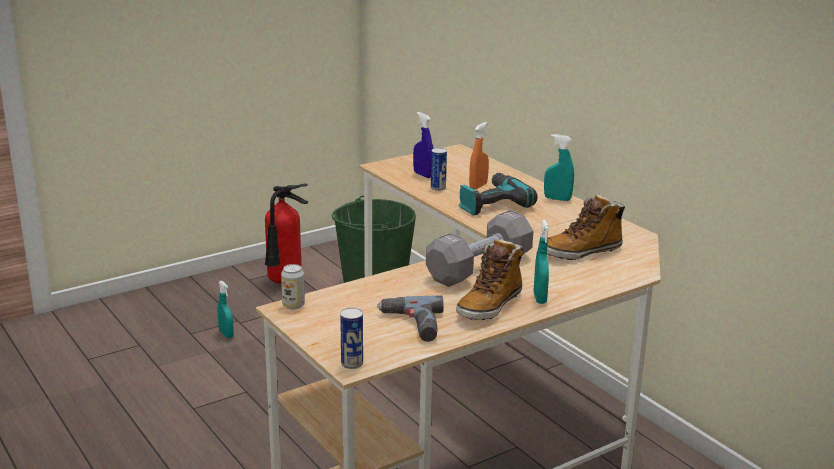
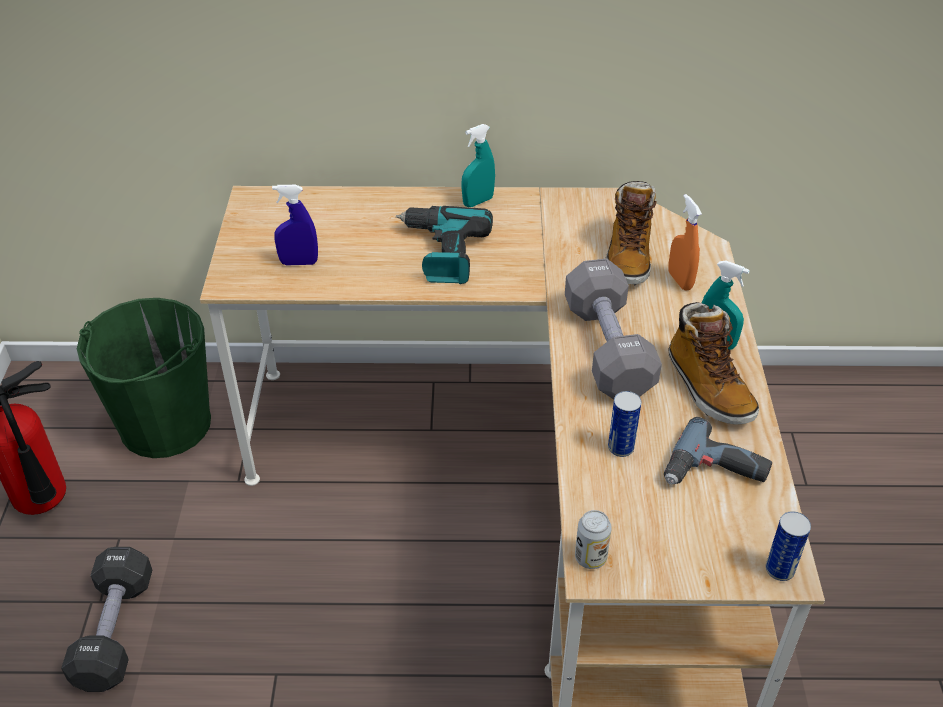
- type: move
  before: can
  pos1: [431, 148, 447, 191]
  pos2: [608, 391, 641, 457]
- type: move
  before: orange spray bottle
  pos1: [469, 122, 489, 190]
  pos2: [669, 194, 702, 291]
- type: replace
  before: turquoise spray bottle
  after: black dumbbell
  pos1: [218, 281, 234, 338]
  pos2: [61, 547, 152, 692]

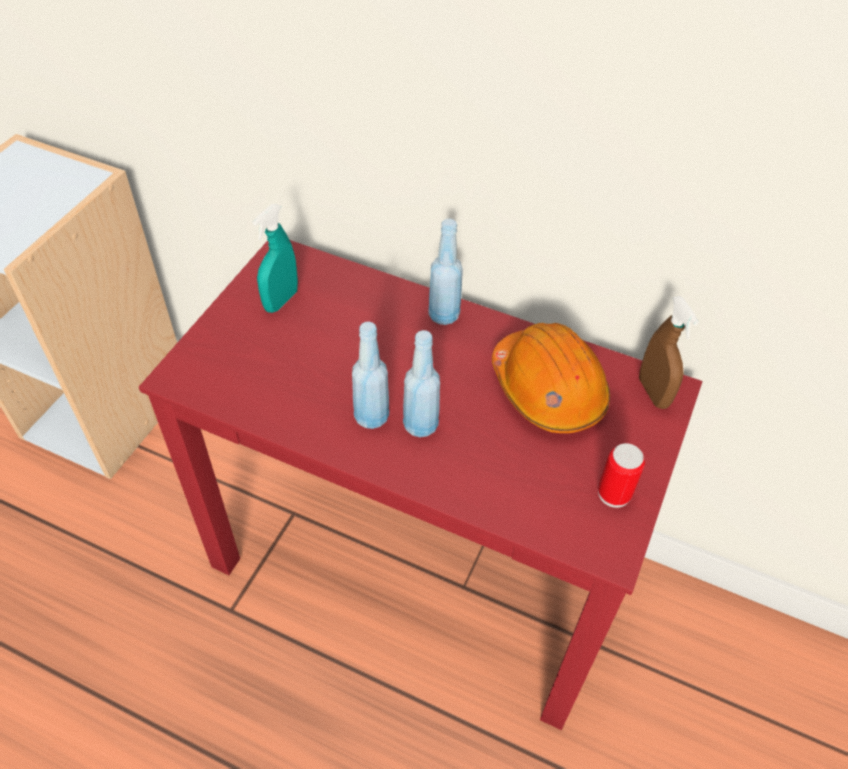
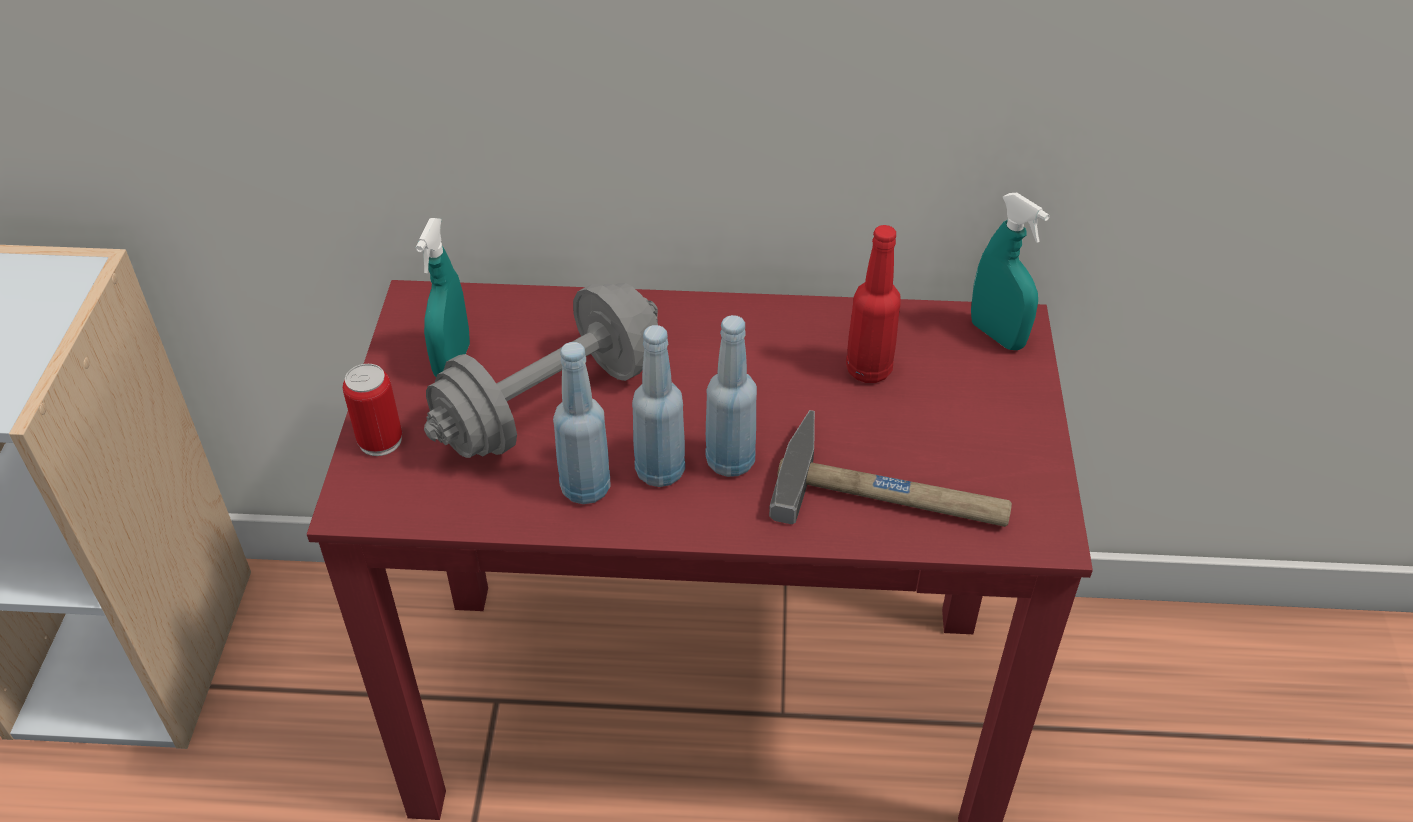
- type: insert
  after: grey dumbbell
  pos2: [424, 283, 658, 458]
- type: insert
  after: hammer
  pos2: [769, 410, 1012, 527]
- type: move
  before: blue bottle
  pos1: [428, 219, 463, 325]
  pos2: [553, 342, 611, 504]
- type: move
  before: can
  pos1: [598, 443, 645, 508]
  pos2: [343, 364, 402, 456]
- type: replace
  before: orange hard hat
  after: red bottle
  pos1: [492, 323, 610, 433]
  pos2: [846, 225, 901, 383]
- type: recolor
  before: brown spray bottle
  after: turquoise spray bottle
  pos1: [639, 296, 699, 409]
  pos2: [971, 193, 1050, 350]

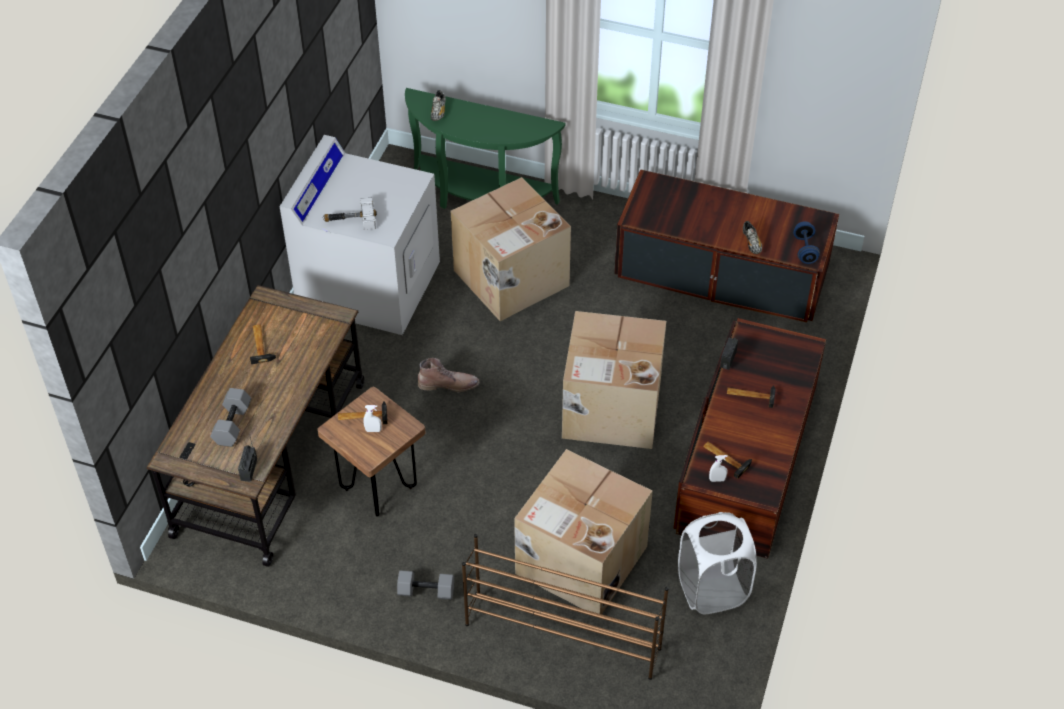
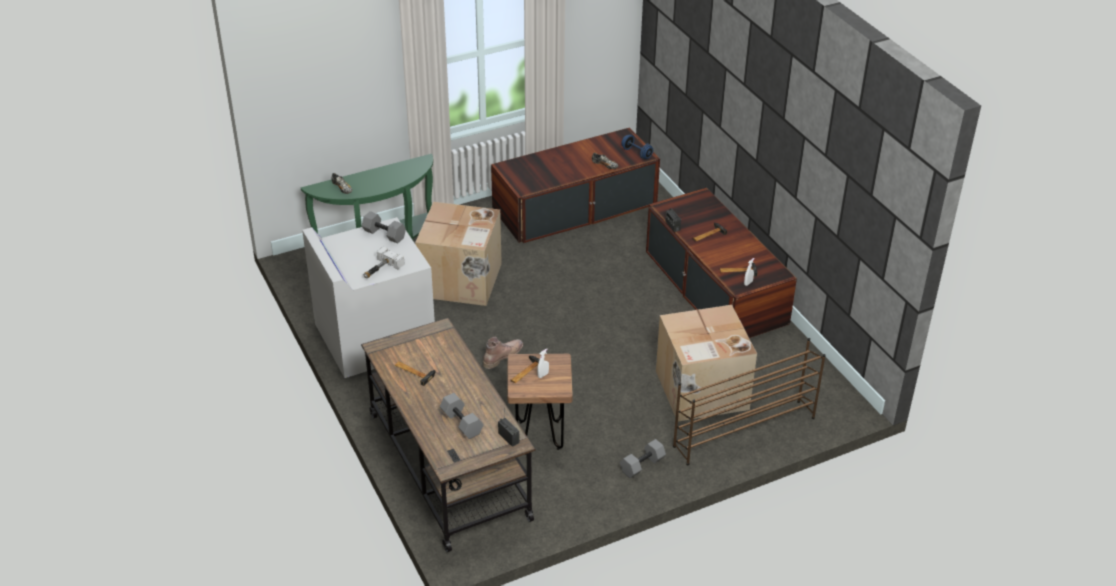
- type: delete
  before: cardboard box
  pos1: [562, 311, 666, 449]
- type: delete
  before: white laundry basket
  pos1: [678, 512, 757, 614]
- type: insert
  after: grey dumbbell
  pos2: [362, 211, 406, 244]

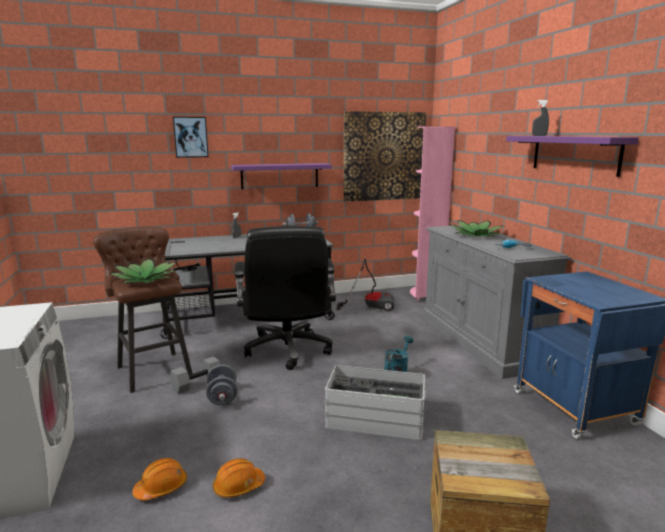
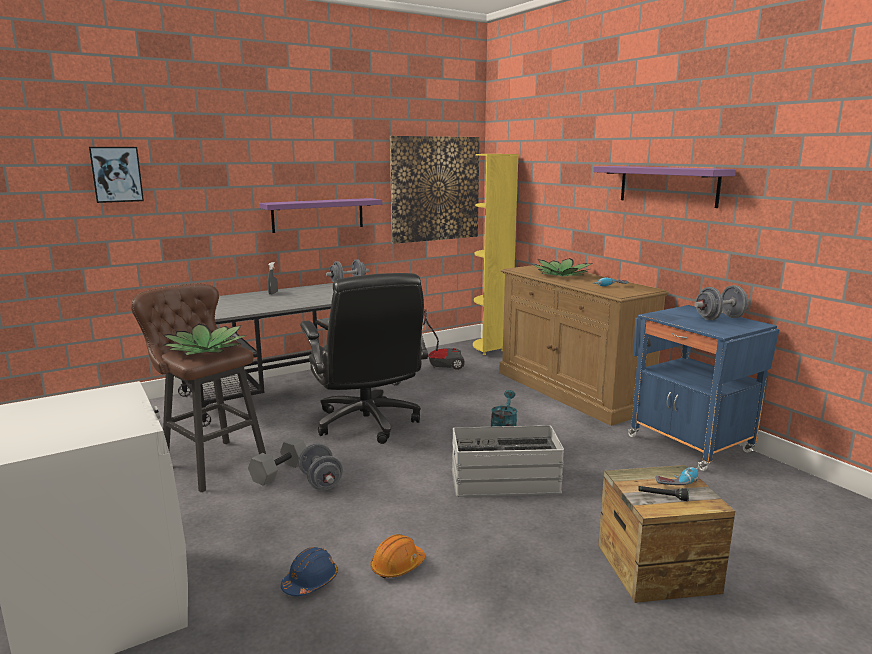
- type: delete
  before: grey spray bottle
  pos1: [532, 100, 549, 136]
- type: insert
  after: black flashlight
  pos2: [638, 486, 689, 501]
- type: insert
  after: power drill
  pos2: [655, 466, 700, 485]
- type: insert
  after: grey dumbbell
  pos2: [694, 285, 749, 320]
- type: move
  before: picture
  pos1: [173, 117, 209, 158]
  pos2: [89, 147, 144, 203]
- type: recolor
  before: orange hard hat
  after: blue hard hat
  pos1: [132, 458, 187, 500]
  pos2: [281, 547, 338, 597]
- type: recolor
  before: pink bookcase
  after: yellow bookcase
  pos1: [410, 126, 455, 301]
  pos2: [473, 154, 518, 355]
- type: recolor
  before: grey cabinet
  after: brown cabinet
  pos1: [423, 225, 570, 379]
  pos2: [499, 264, 669, 426]

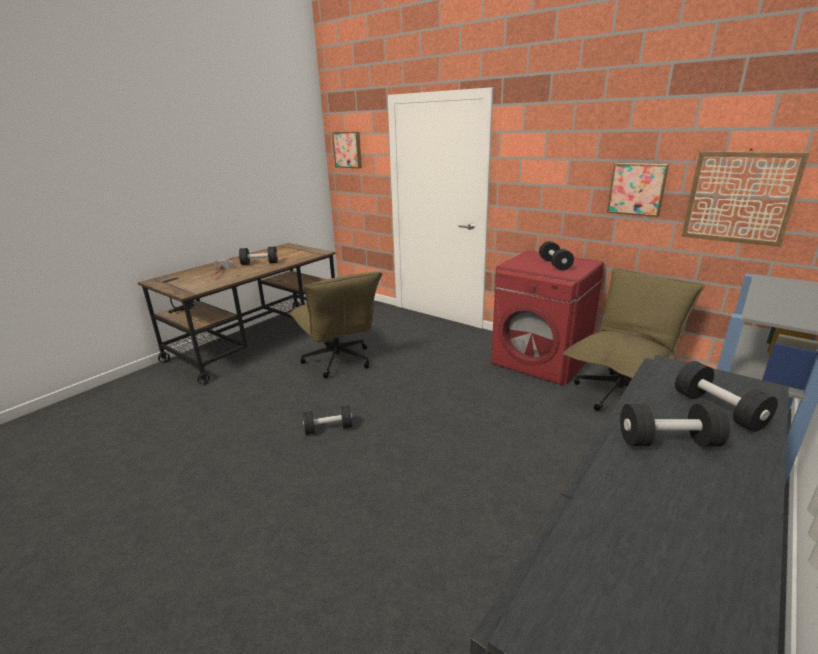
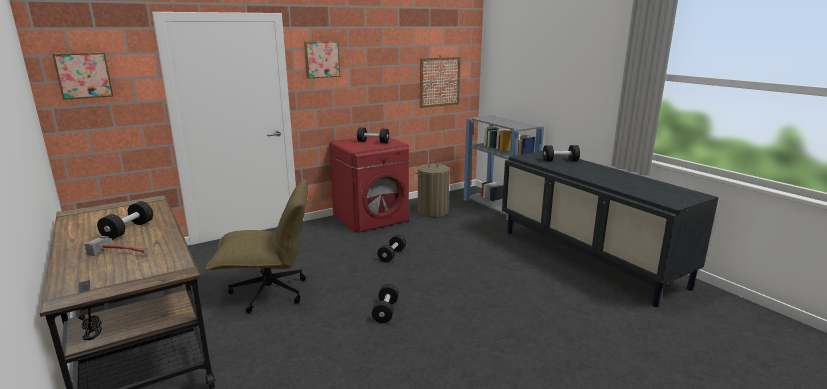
- type: move
  before: picture
  pos1: [607, 163, 669, 217]
  pos2: [304, 41, 340, 79]
- type: move
  before: black dumbbell
  pos1: [620, 404, 730, 447]
  pos2: [377, 235, 406, 263]
- type: replace
  before: beige office chair
  after: laundry basket
  pos1: [563, 268, 705, 411]
  pos2: [415, 161, 452, 217]

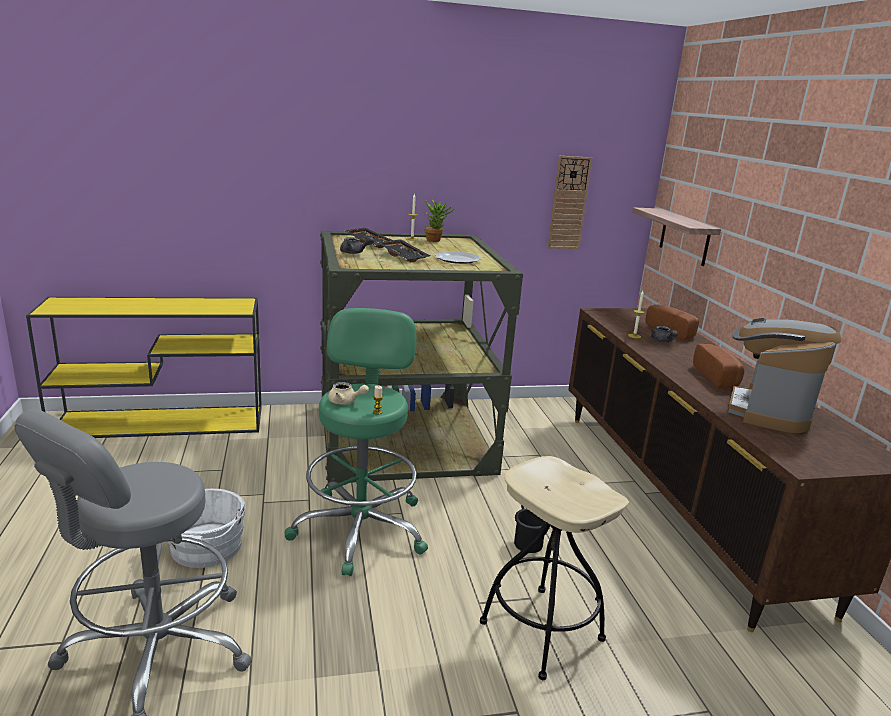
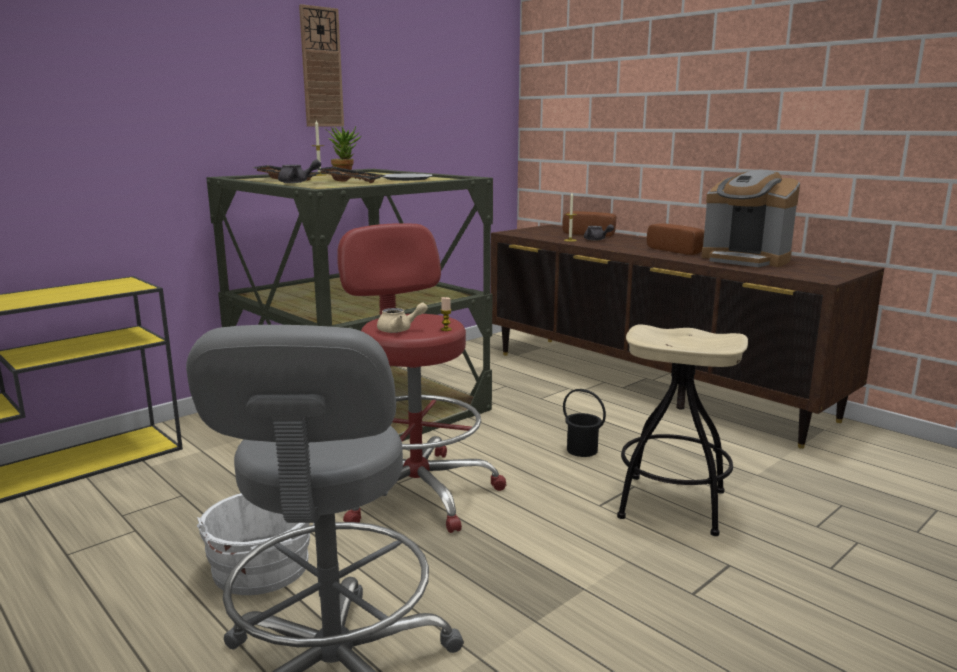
- type: delete
  before: shelf
  pos1: [632, 207, 721, 266]
- type: move
  before: wall clock
  pos1: [548, 156, 592, 249]
  pos2: [299, 4, 344, 127]
- type: recolor
  before: green stool
  after: red stool
  pos1: [285, 308, 428, 576]
  pos2: [337, 223, 506, 533]
- type: rotate
  before: coffee machine
  pos1: [728, 318, 841, 433]
  pos2: [702, 170, 800, 267]
  turn: -45

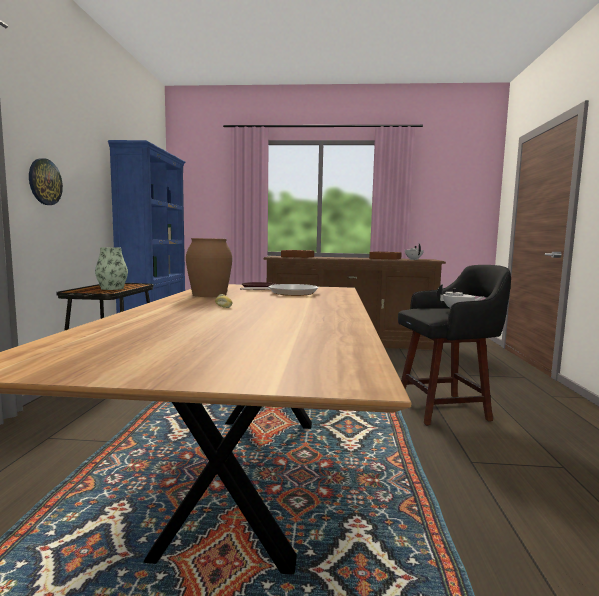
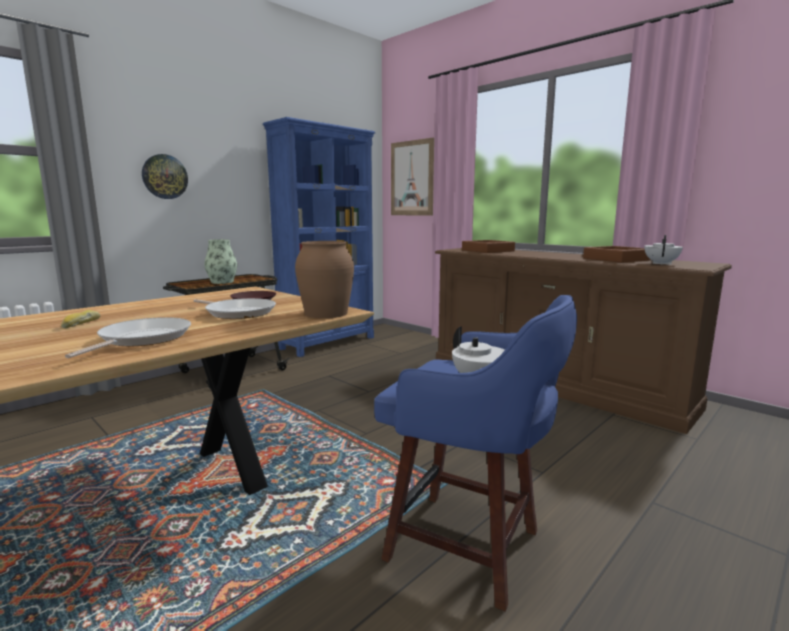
- type: insert
  after: frying pan
  pos2: [65, 317, 191, 358]
- type: insert
  after: picture
  pos2: [391, 138, 434, 216]
- type: move
  before: brown vase
  pos1: [186, 238, 232, 297]
  pos2: [295, 241, 354, 318]
- type: recolor
  before: black stool
  after: blue stool
  pos1: [398, 265, 511, 426]
  pos2: [374, 295, 577, 612]

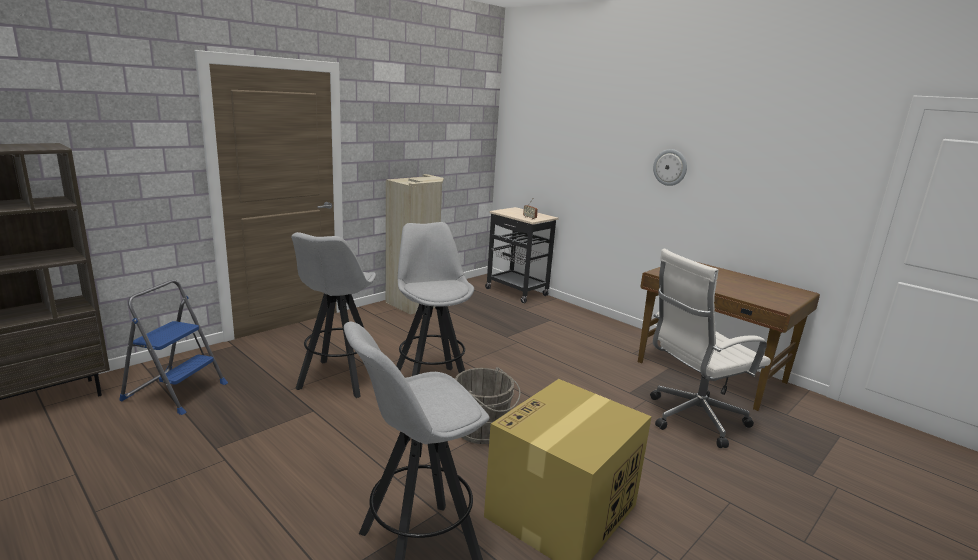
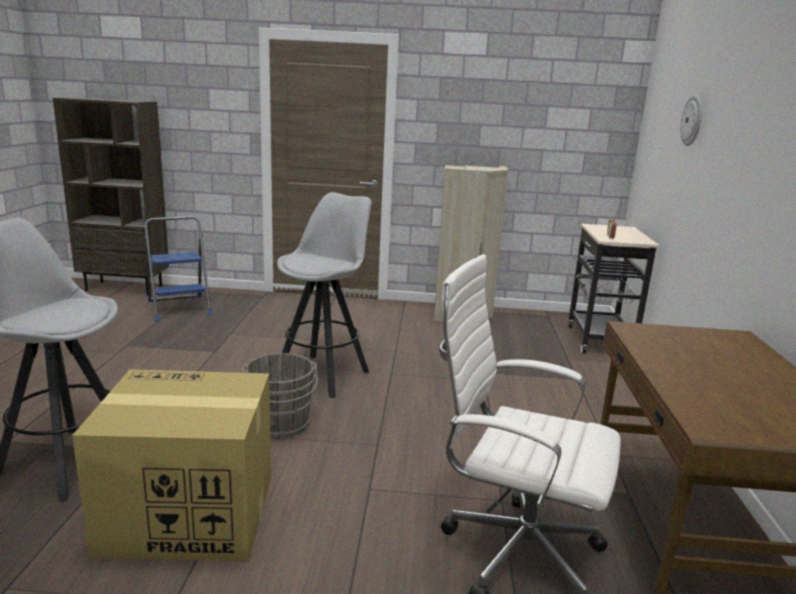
- type: delete
  before: grey stool
  pos1: [291, 232, 376, 398]
- type: move
  before: wall clock
  pos1: [653, 149, 687, 186]
  pos2: [680, 95, 702, 146]

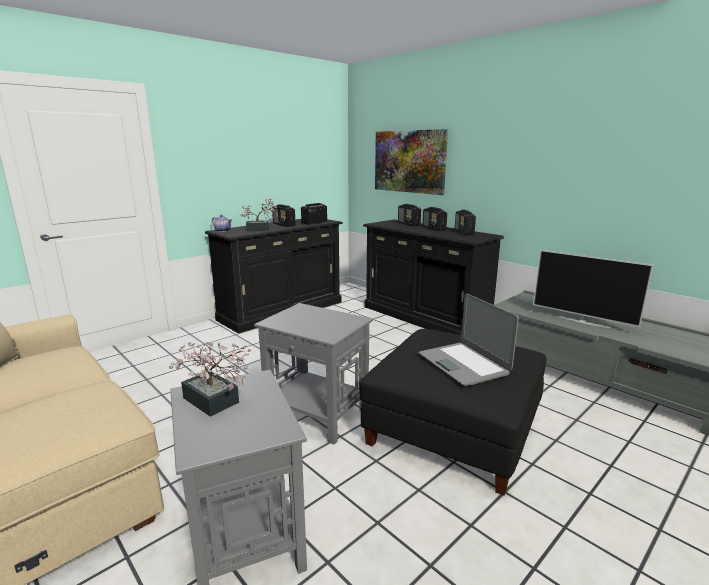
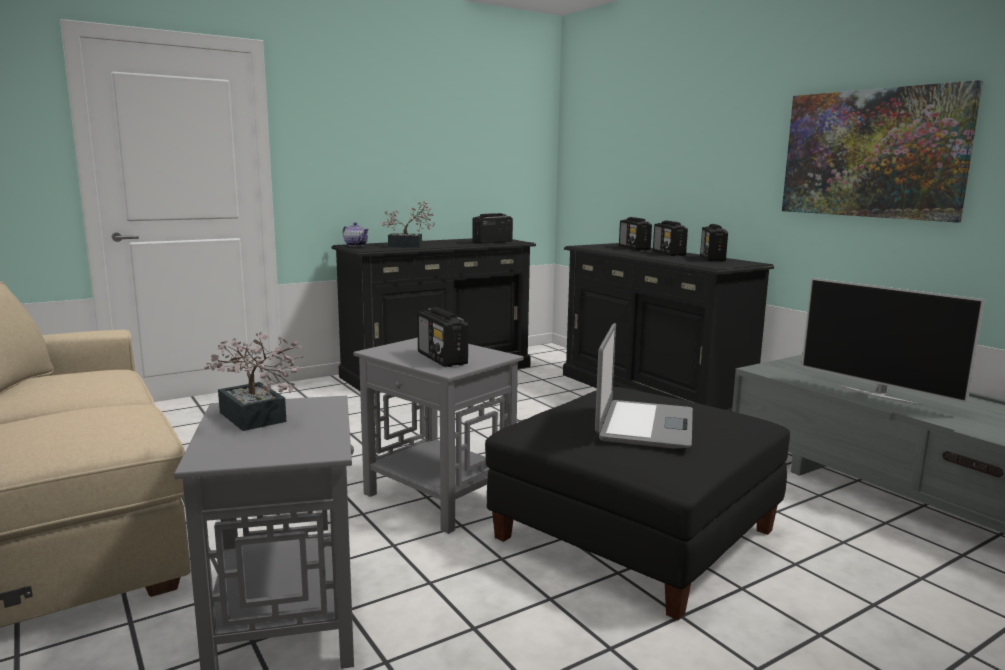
- type: move
  before: radio
  pos1: [272, 204, 296, 227]
  pos2: [417, 307, 468, 367]
- type: move
  before: picture
  pos1: [375, 129, 448, 195]
  pos2: [782, 80, 983, 222]
- type: rotate
  before: laptop
  pos1: [419, 294, 519, 386]
  pos2: [595, 323, 693, 449]
  turn: -150

